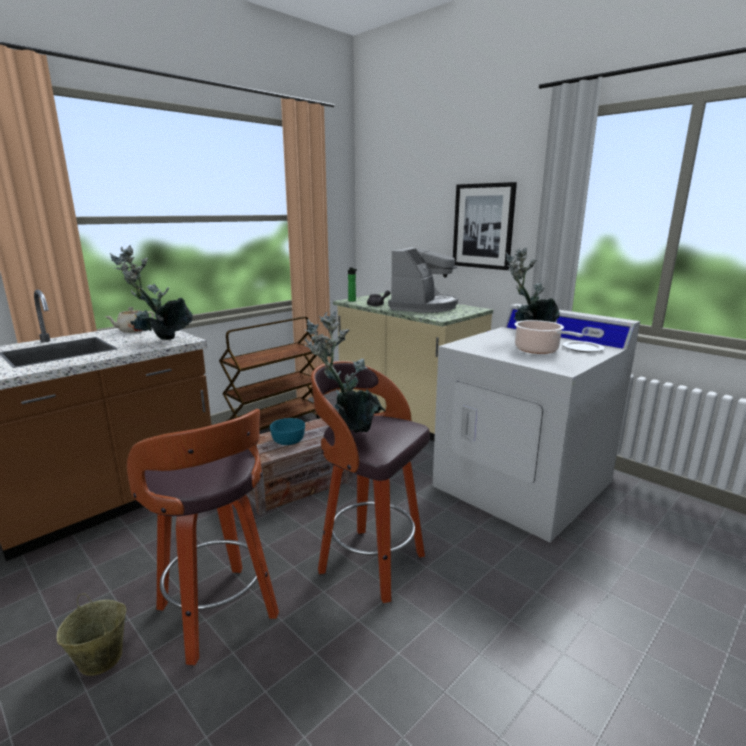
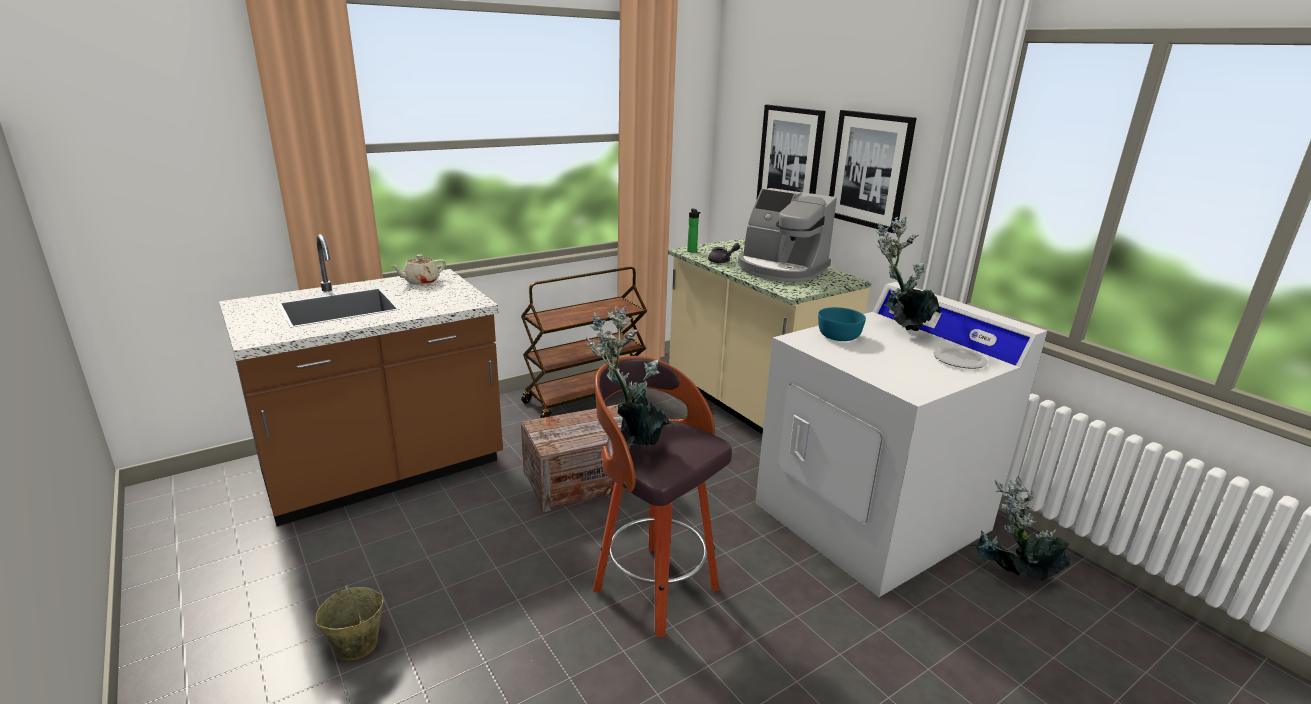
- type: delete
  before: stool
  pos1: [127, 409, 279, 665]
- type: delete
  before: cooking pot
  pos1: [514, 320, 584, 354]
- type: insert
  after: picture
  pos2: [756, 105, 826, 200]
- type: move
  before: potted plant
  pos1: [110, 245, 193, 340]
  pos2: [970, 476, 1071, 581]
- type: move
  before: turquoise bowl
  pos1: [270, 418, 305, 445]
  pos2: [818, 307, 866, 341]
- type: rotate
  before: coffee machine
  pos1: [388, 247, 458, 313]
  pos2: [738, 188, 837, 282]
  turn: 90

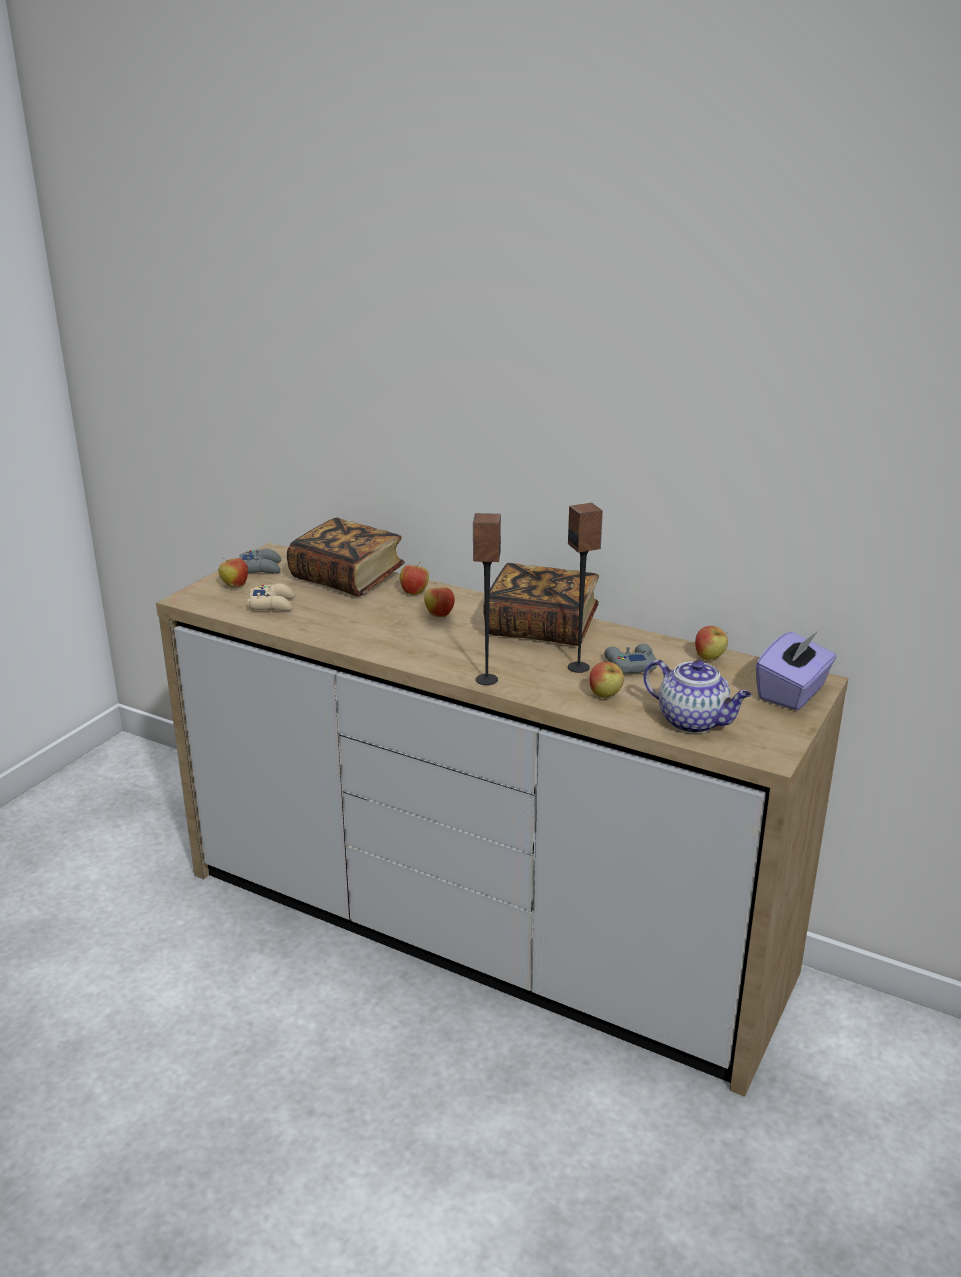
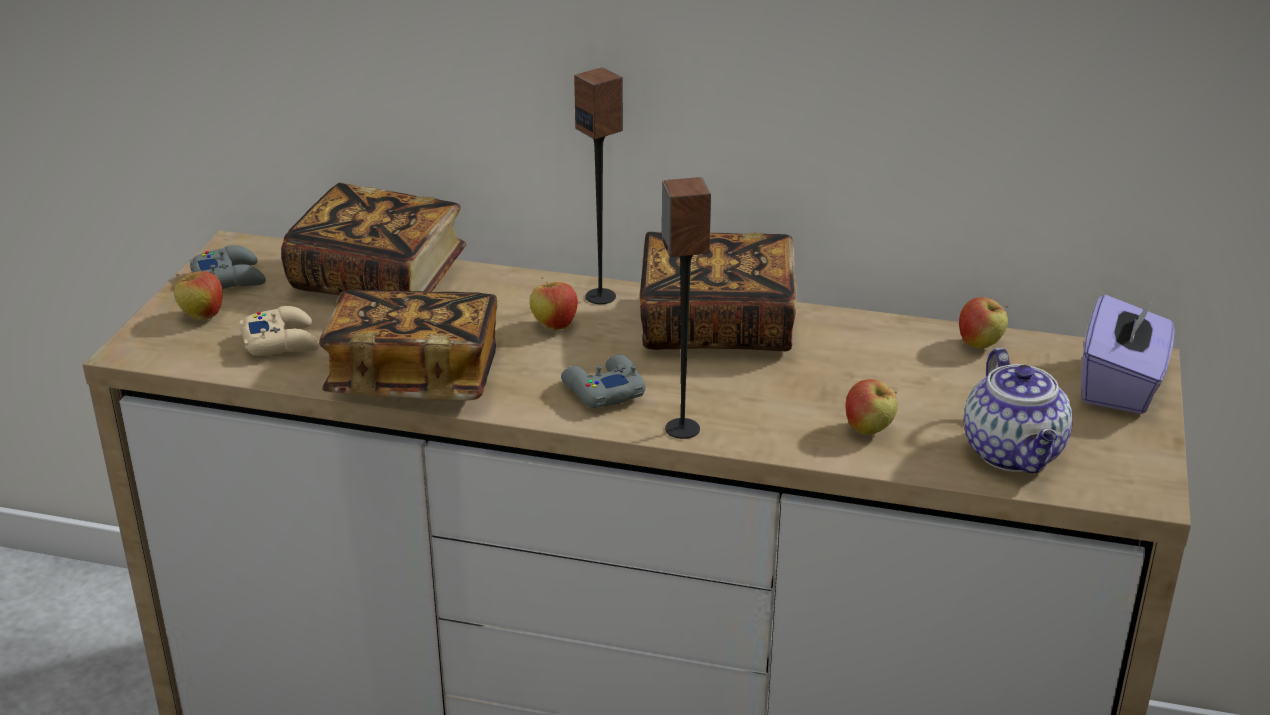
- type: delete
  before: apple
  pos1: [400, 562, 429, 595]
- type: insert
  after: book
  pos2: [319, 290, 497, 400]
- type: move
  before: speaker
  pos1: [568, 503, 603, 673]
  pos2: [574, 67, 623, 304]
- type: move
  before: grey game controller
  pos1: [604, 644, 657, 673]
  pos2: [561, 355, 645, 408]
- type: rotate
  before: teapot
  pos1: [643, 659, 751, 733]
  pos2: [963, 348, 1073, 473]
  turn: 60

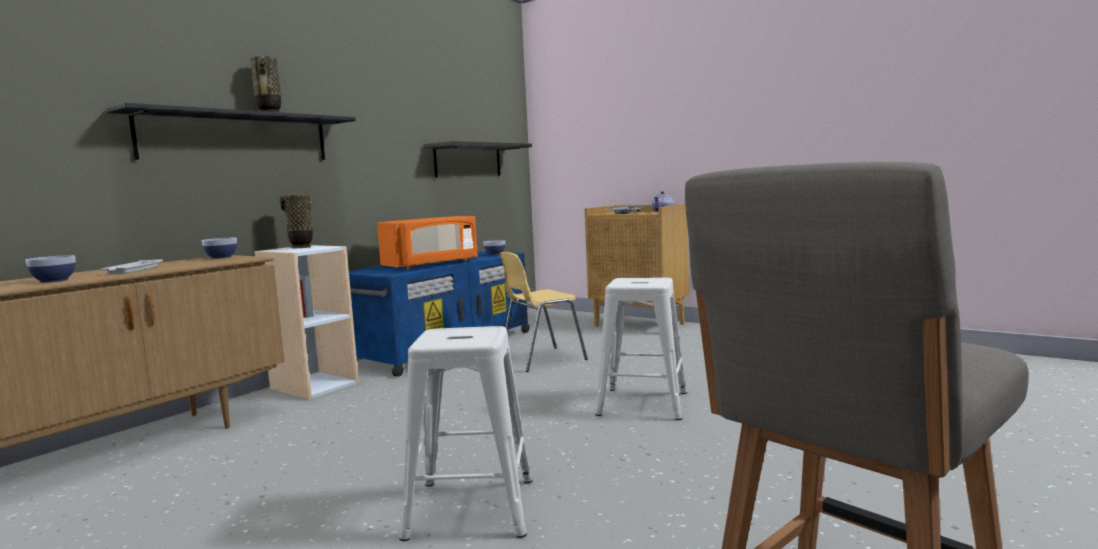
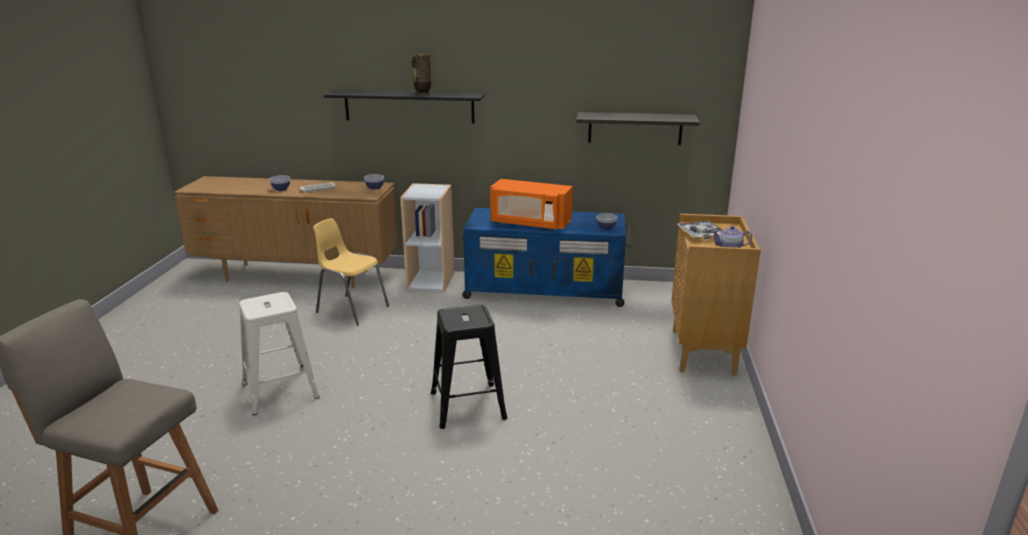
- type: delete
  before: vase
  pos1: [279, 195, 313, 248]
- type: move
  before: yellow chair
  pos1: [499, 252, 588, 372]
  pos2: [313, 218, 389, 326]
- type: recolor
  before: white stool
  after: black stool
  pos1: [595, 278, 687, 420]
  pos2: [431, 305, 508, 429]

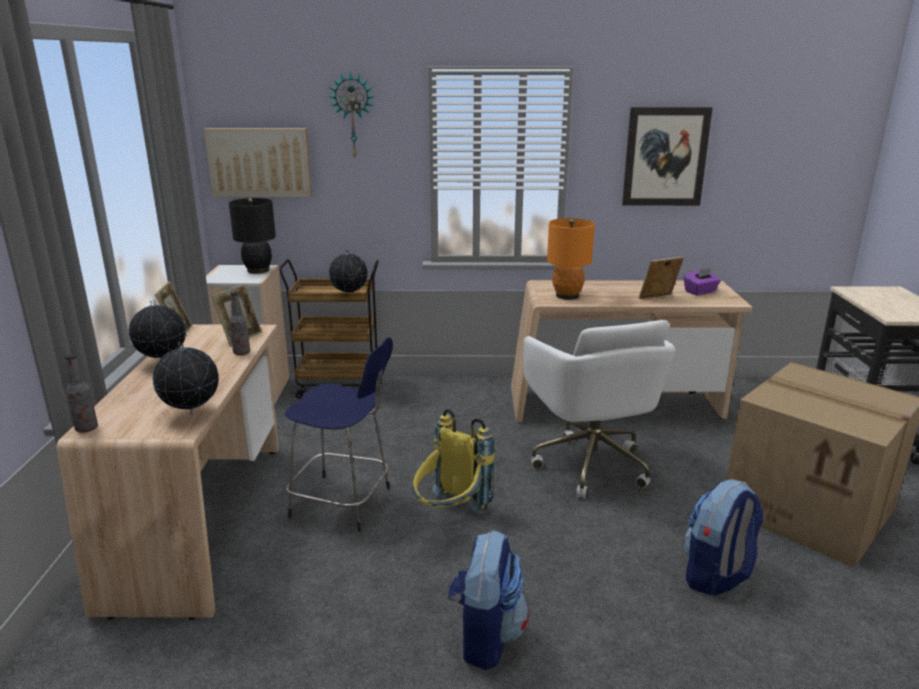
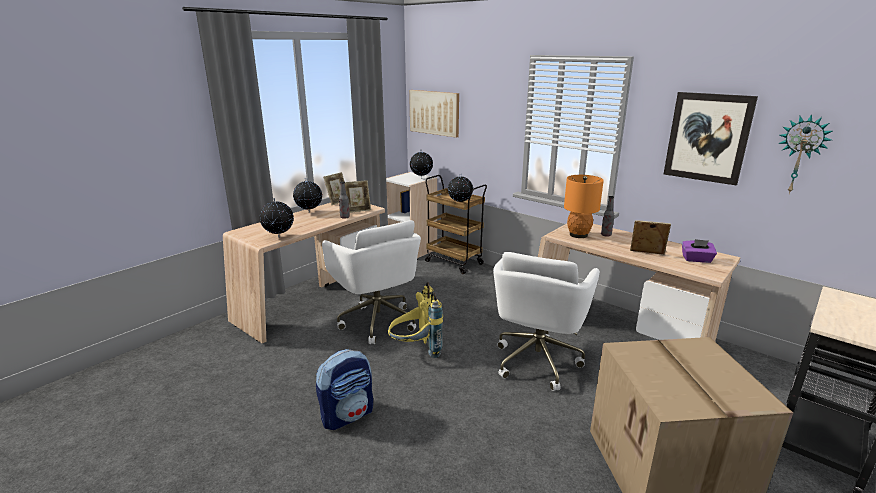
- type: delete
  before: backpack
  pos1: [684, 479, 764, 596]
- type: move
  before: bottle
  pos1: [65, 354, 98, 433]
  pos2: [601, 196, 614, 237]
- type: move
  before: wall clock
  pos1: [329, 71, 375, 157]
  pos2: [778, 114, 832, 194]
- type: replace
  before: black table lamp
  after: globe
  pos1: [229, 198, 276, 274]
  pos2: [410, 149, 433, 179]
- type: replace
  before: blue stool
  after: white office chair
  pos1: [285, 338, 393, 532]
  pos2: [322, 220, 421, 344]

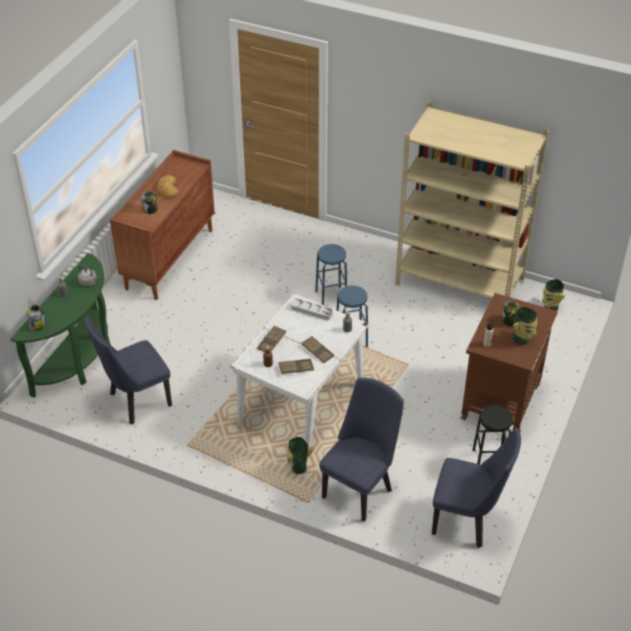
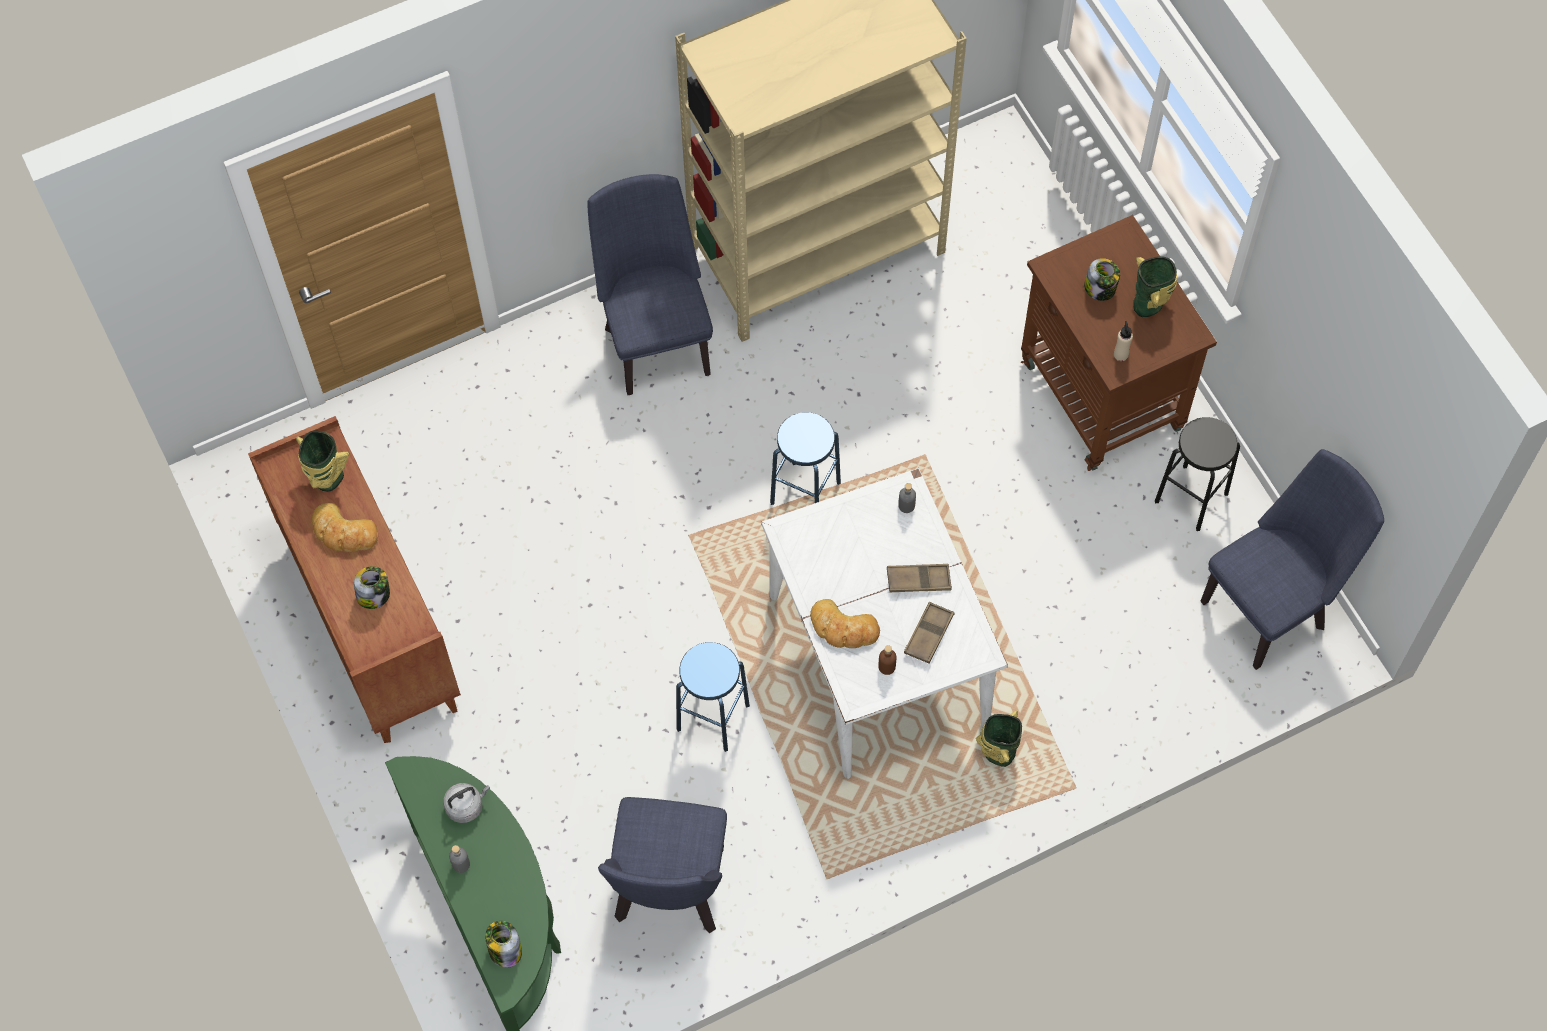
- type: delete
  before: grey tray
  pos1: [291, 298, 333, 320]
- type: move
  before: blue stool
  pos1: [315, 244, 347, 305]
  pos2: [676, 642, 750, 752]
- type: move
  before: blue chair
  pos1: [319, 377, 404, 521]
  pos2: [588, 174, 713, 395]
- type: move
  before: vase
  pos1: [542, 279, 565, 311]
  pos2: [296, 431, 349, 492]
- type: replace
  before: brown tray
  after: bread
  pos1: [257, 326, 286, 352]
  pos2: [810, 599, 880, 648]

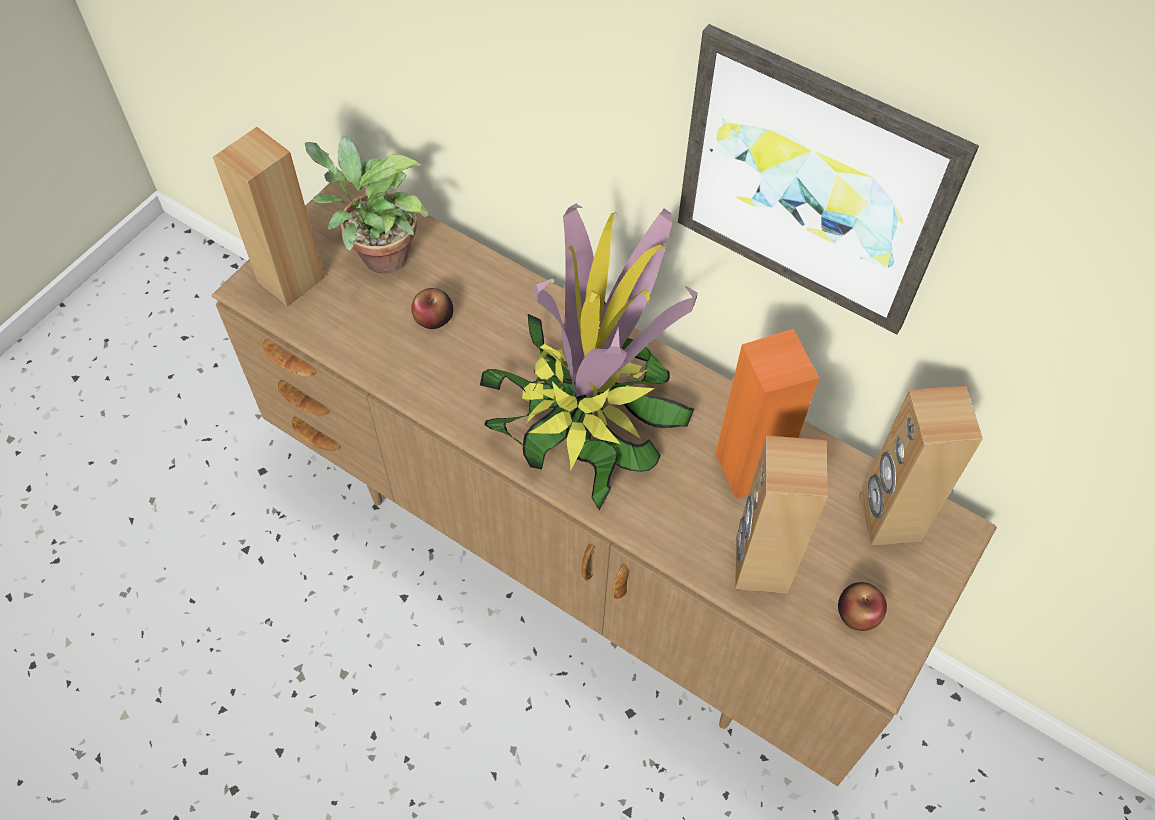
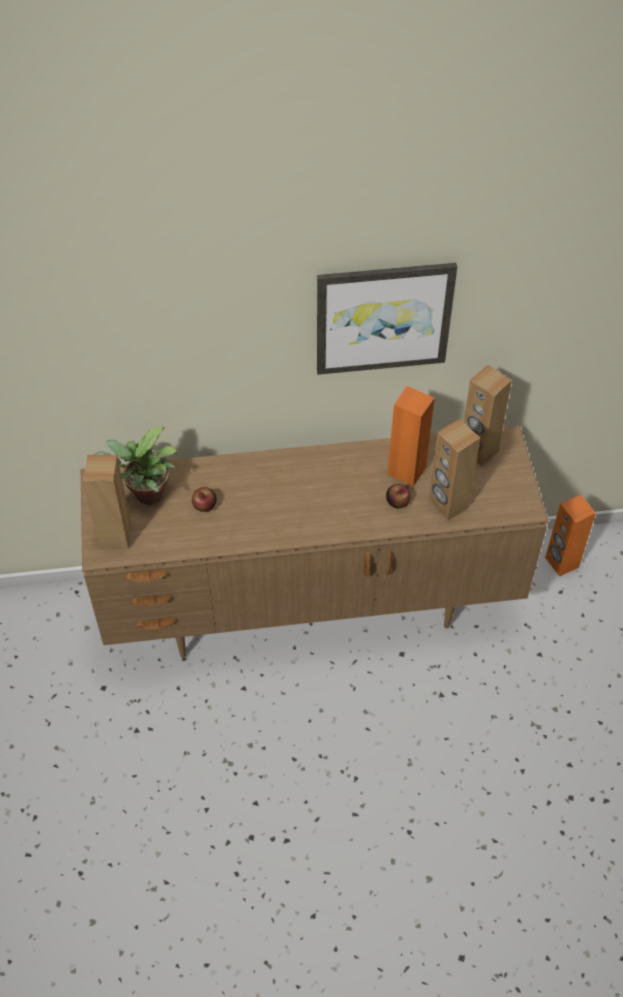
- type: delete
  before: potted plant
  pos1: [480, 204, 697, 511]
- type: insert
  after: orange speaker
  pos2: [545, 495, 596, 577]
- type: move
  before: apple
  pos1: [838, 582, 887, 631]
  pos2: [386, 484, 410, 508]

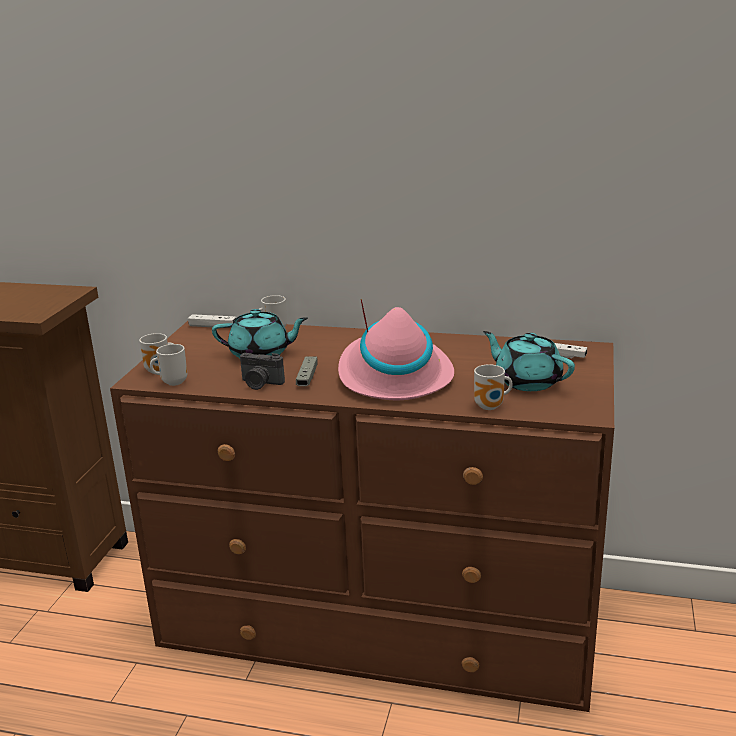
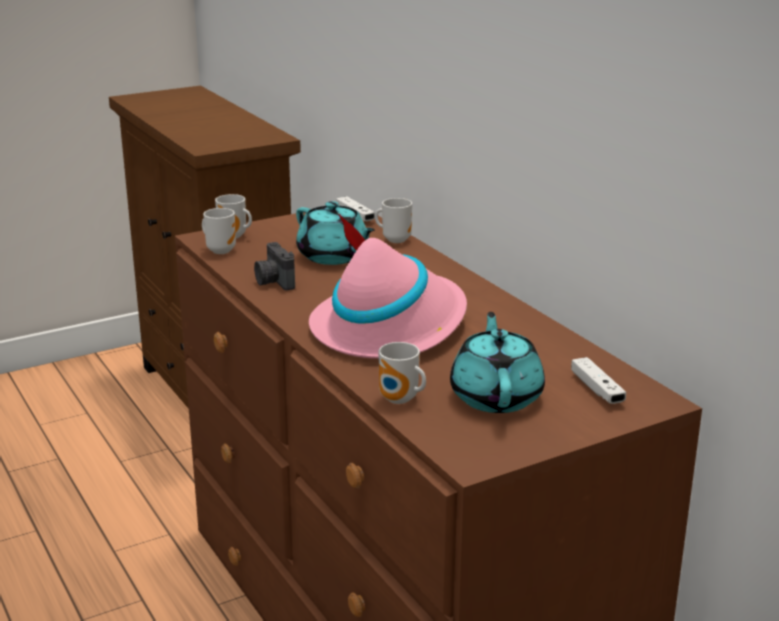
- type: delete
  before: grey game controller
  pos1: [296, 357, 318, 386]

